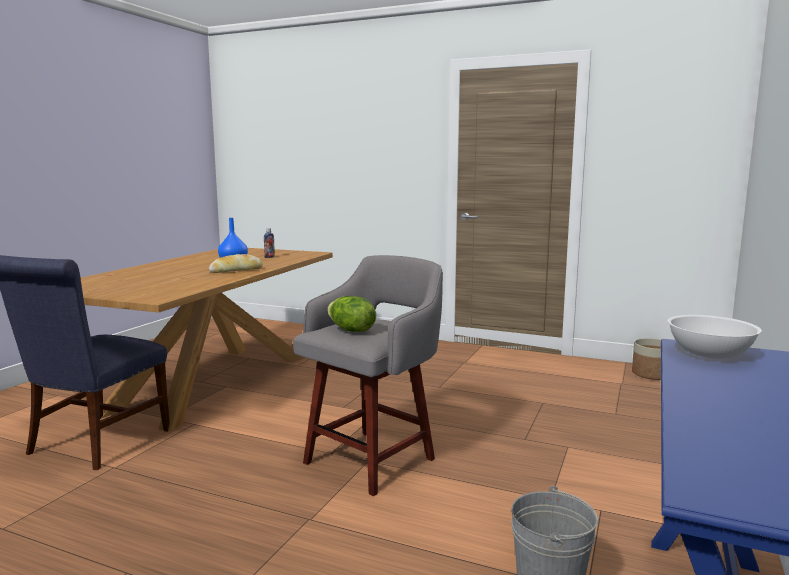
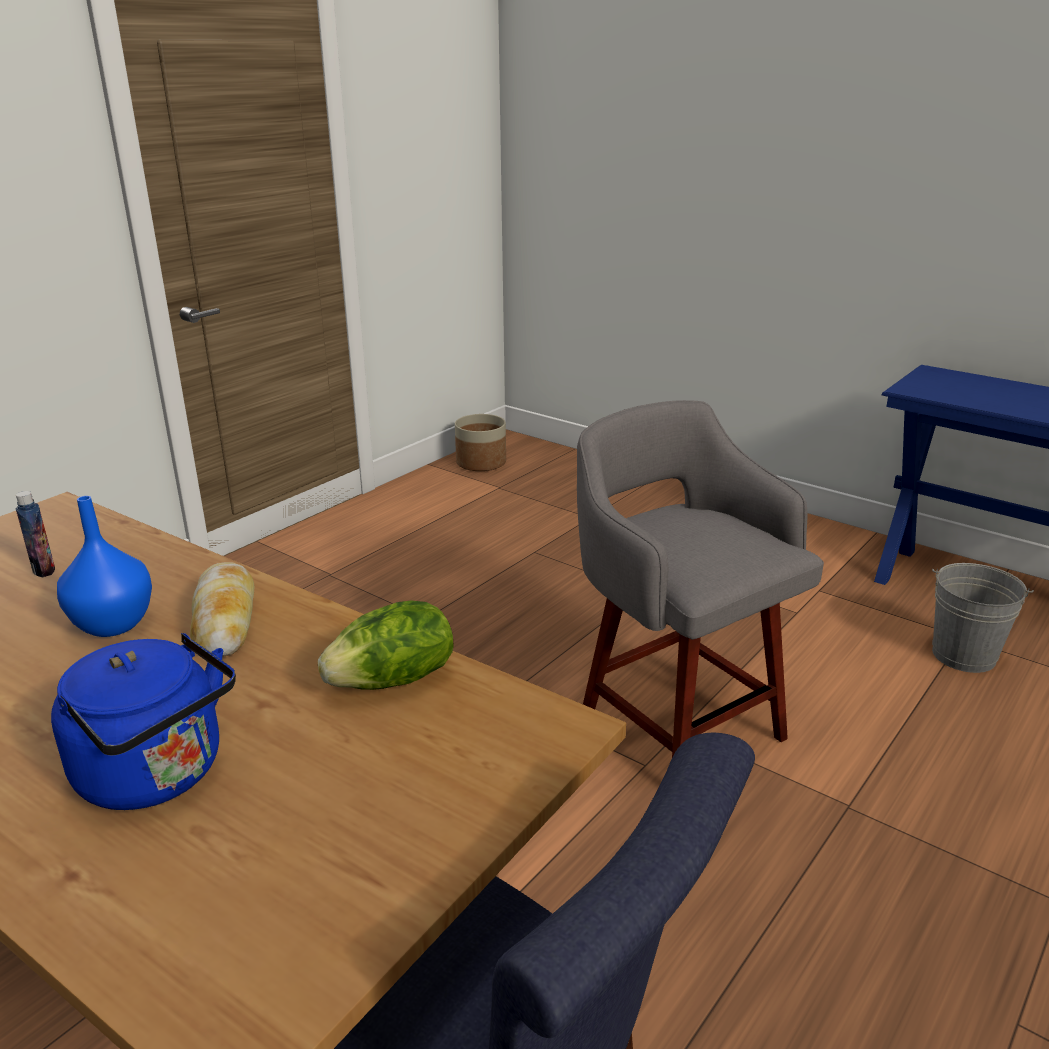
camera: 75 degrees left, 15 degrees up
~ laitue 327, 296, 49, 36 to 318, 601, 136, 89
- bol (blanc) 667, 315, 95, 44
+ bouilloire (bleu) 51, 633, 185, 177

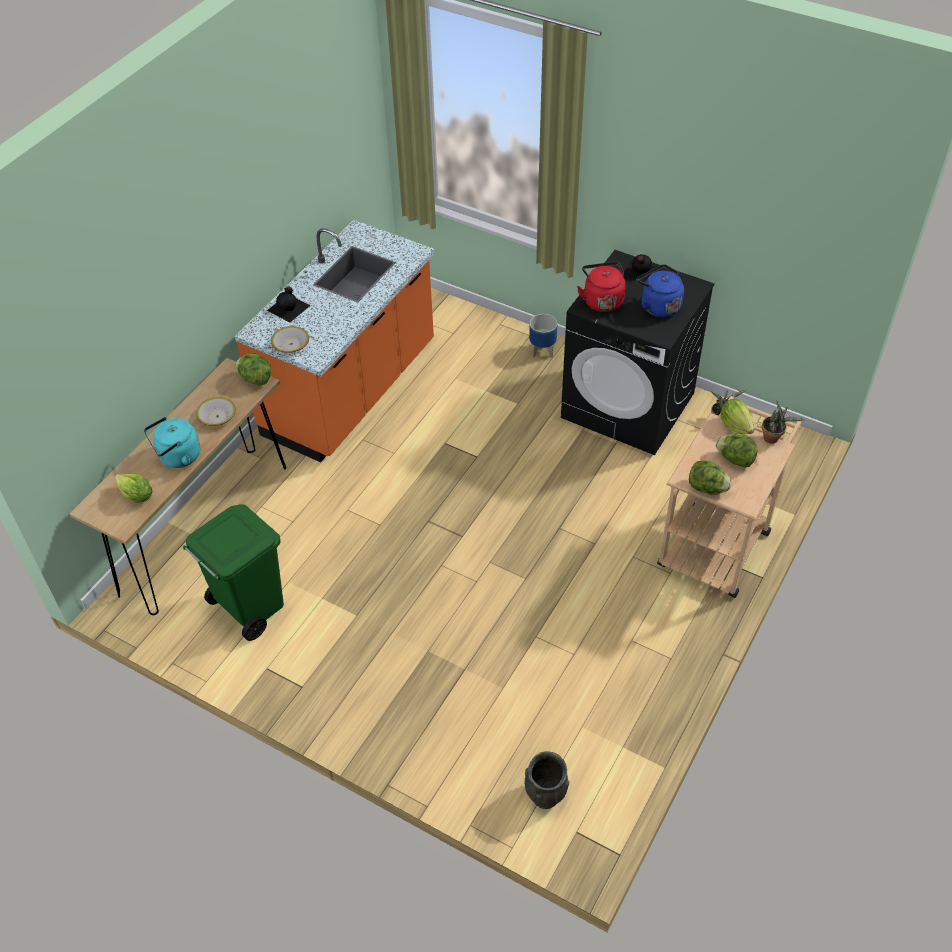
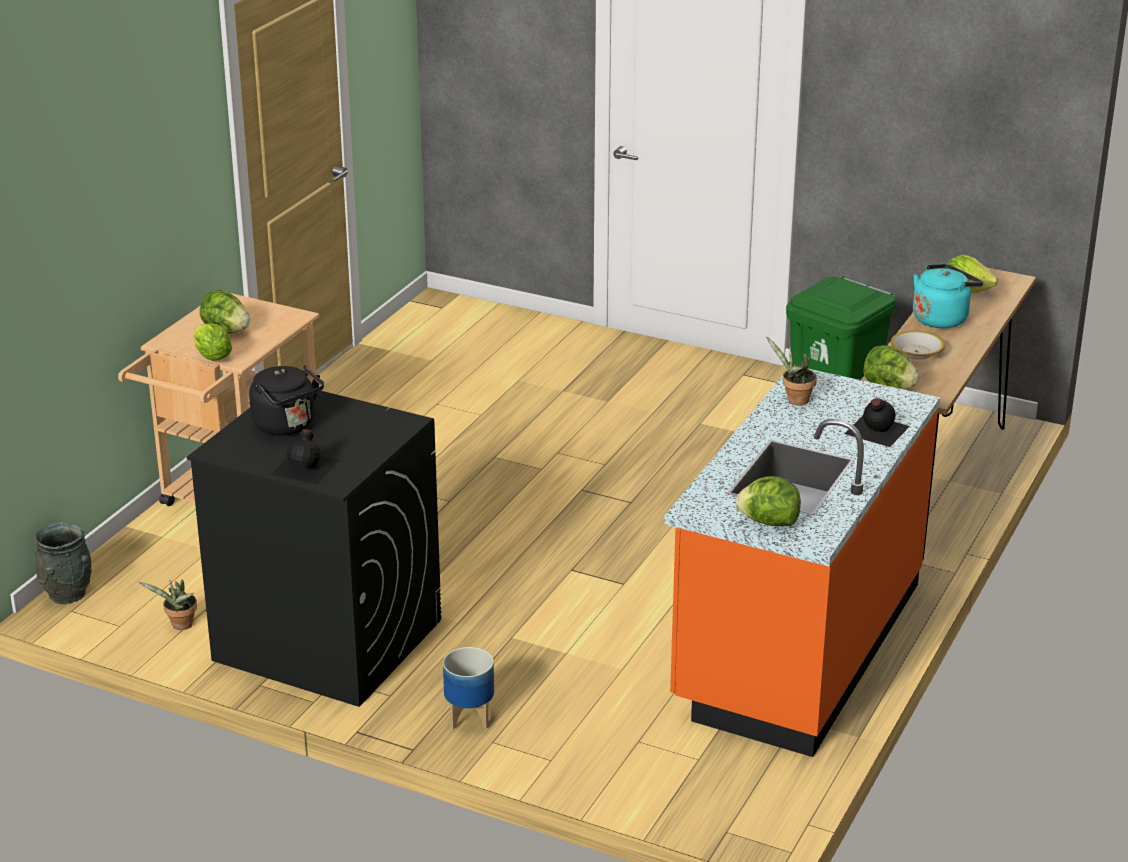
camera: 175 degrees right, 20 degrees down
- bol 271, 326, 38, 27
~ vase (gris) 525, 751, 44, 58 to 35, 522, 57, 82
- bouilloire (rouge) 577, 262, 49, 50
~ bouilloire (bleu) 636, 264, 48, 53 to bouilloire (noir) 249, 365, 75, 70
~ laitue 689, 461, 43, 34 to 736, 476, 65, 50
~ plante en pot 762, 401, 43, 43 to 766, 336, 51, 70

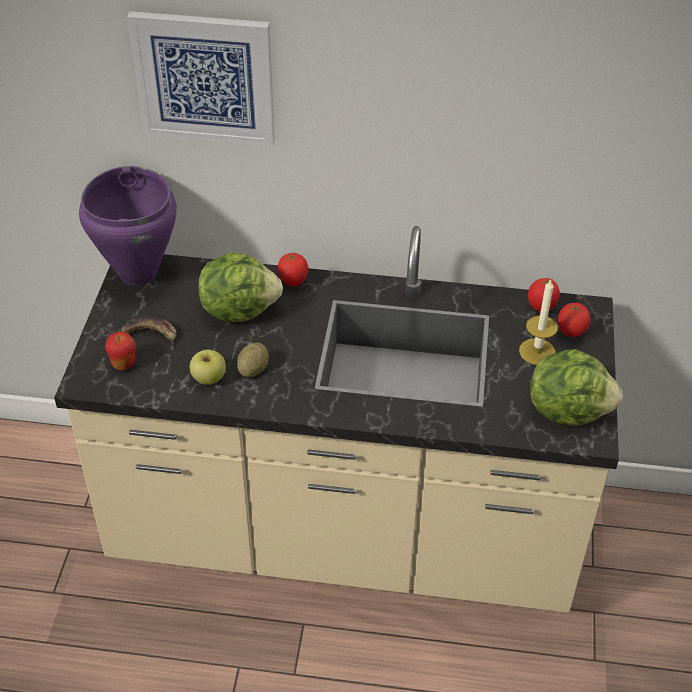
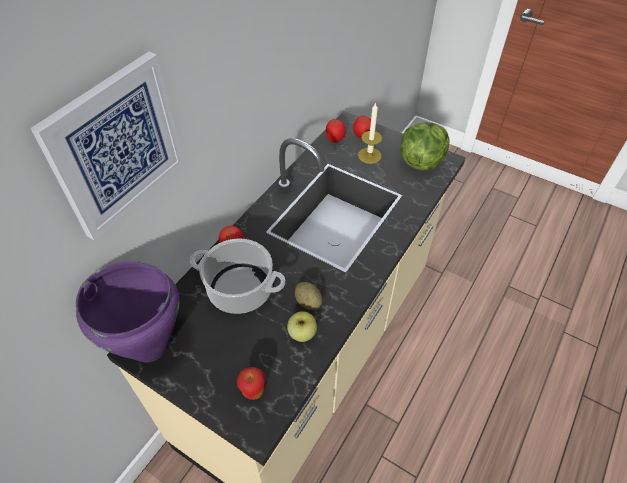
camera: 65 degrees left, 5 degrees up
- banane 120, 316, 57, 34
~ laitue 198, 252, 85, 70 to marmite 190, 238, 96, 76

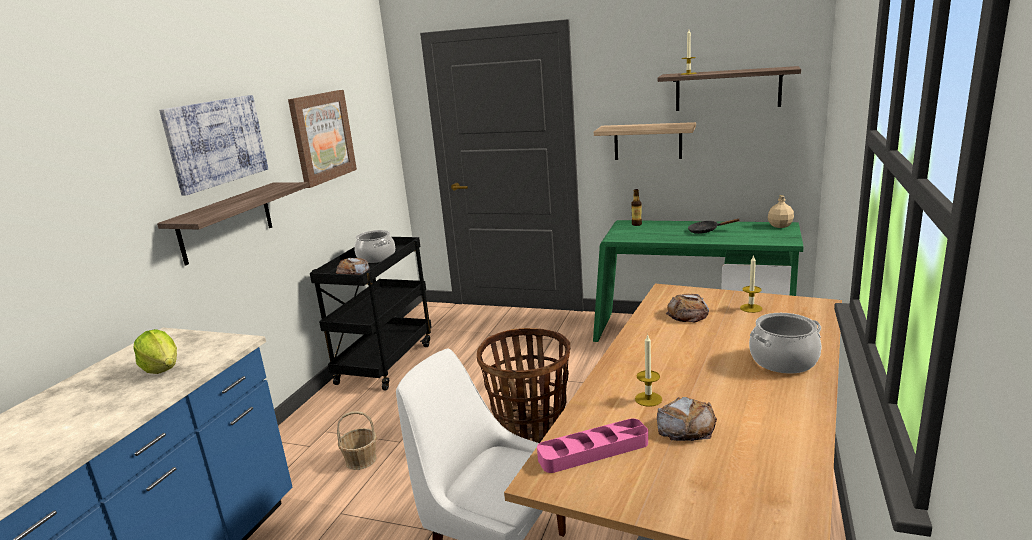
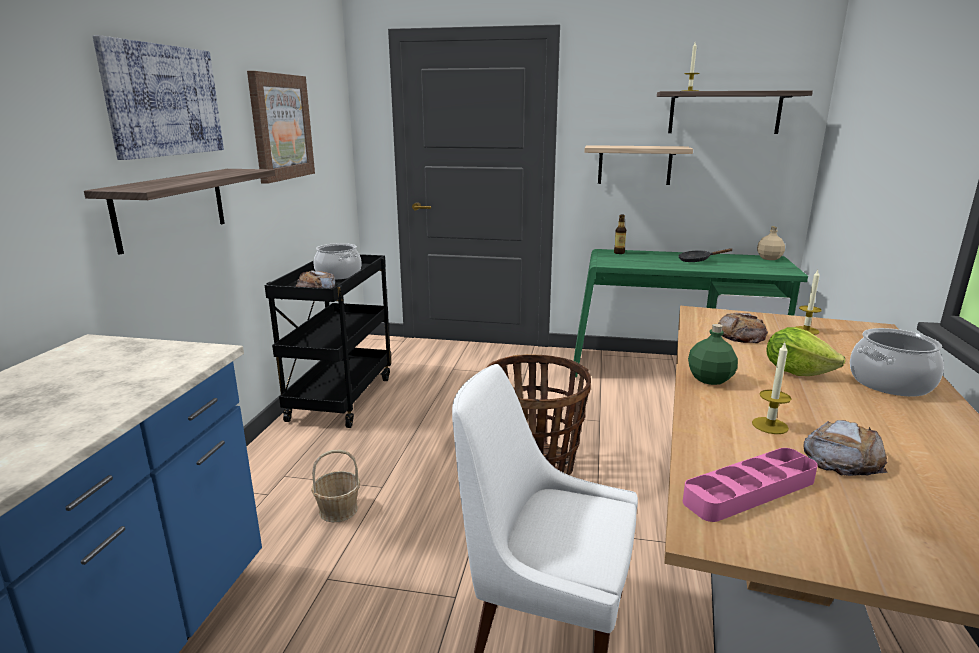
camera: 10 degrees left, 0 degrees up
~ laitue 133, 329, 44, 45 to 767, 327, 79, 49
+ bouteille (vert) 688, 324, 50, 61

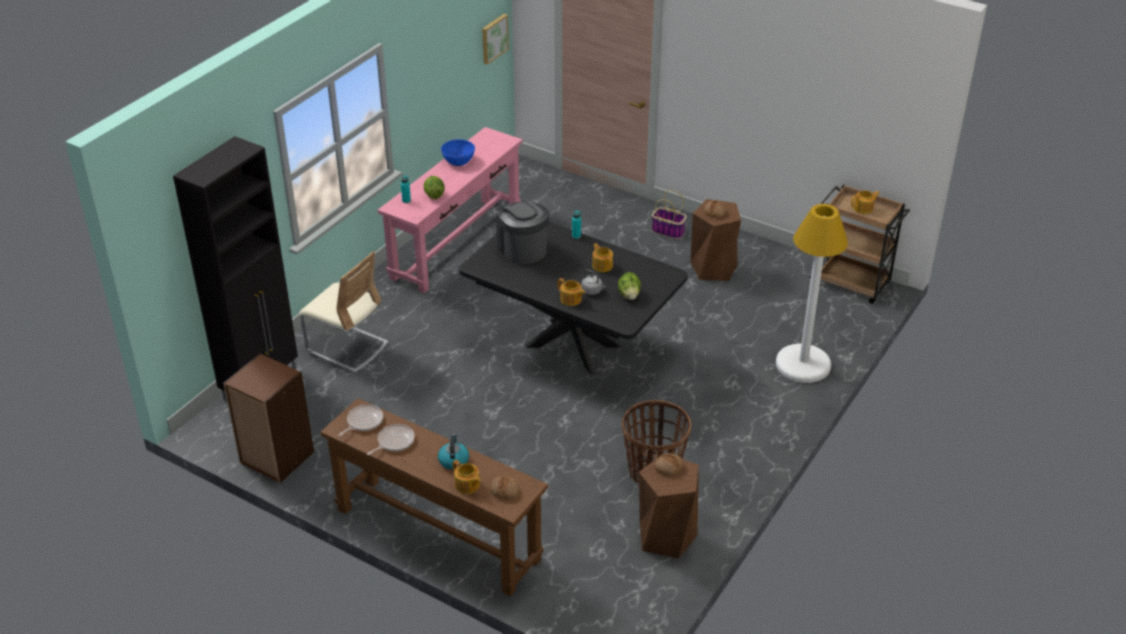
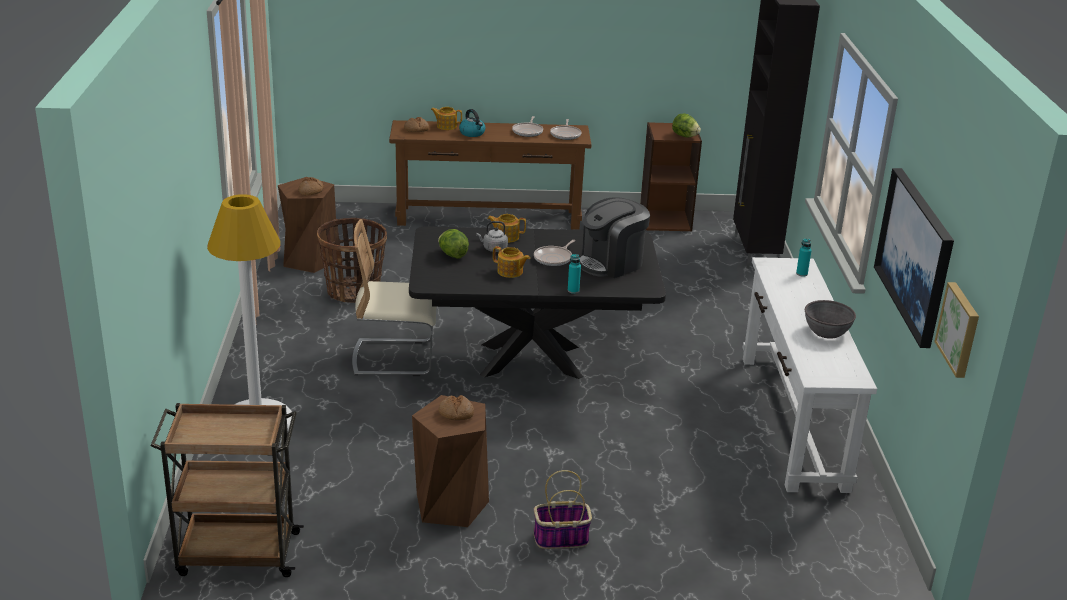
camera: 145 degrees right, 10 degrees down
~ chaise (beige) 299, 251, 90, 122 to 352, 219, 84, 157
~ table console (rose) 378, 127, 145, 166 to table console (blanc) 742, 257, 135, 236
~ laitue 424, 176, 21, 23 to 672, 114, 29, 23
~ bol (bleu) 441, 139, 34, 27 to bol (gris) 805, 300, 51, 39
~ machine à café 496, 202, 54, 62 = 579, 197, 71, 81 120 degrees clockwise
- théière 851, 190, 29, 24
+ poêle 534, 240, 41, 26
+ tableau 874, 168, 80, 180

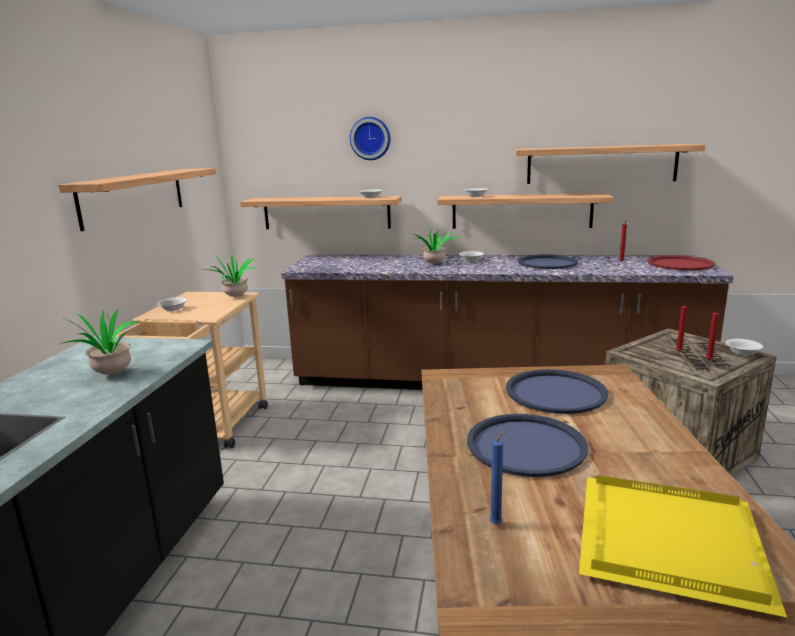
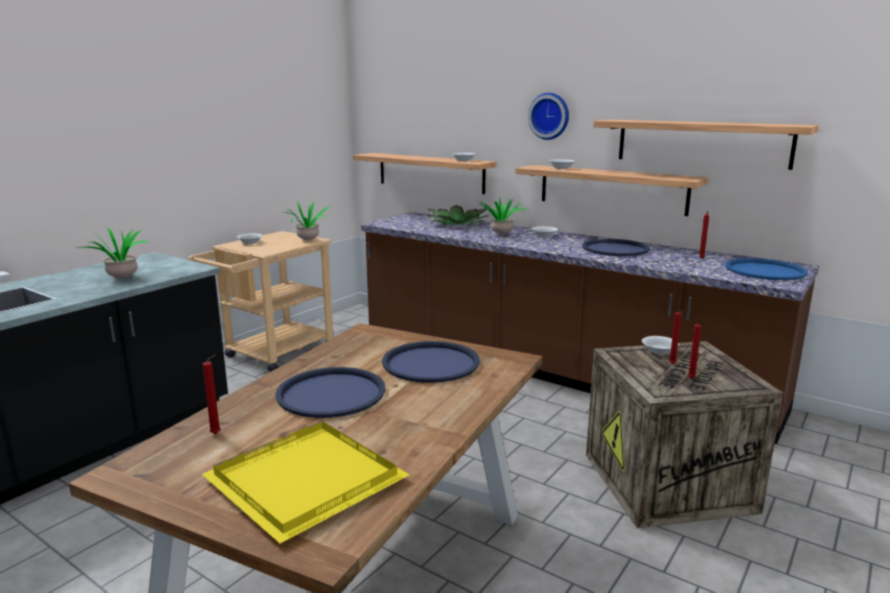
camera: 25 degrees right, 0 degrees up
- étagère 58, 168, 158, 63
~ horloge murale 350, 117, 40, 43 to 528, 93, 41, 47
~ bougie (bleu) 489, 430, 18, 94 to bougie (rouge) 202, 355, 19, 79
~ plateau (rouge) 648, 255, 67, 16 to plateau (bleu) 725, 258, 83, 22
~ bol (blanc) 725, 339, 38, 17 to 642, 336, 37, 19
+ plante en pot 426, 205, 64, 20

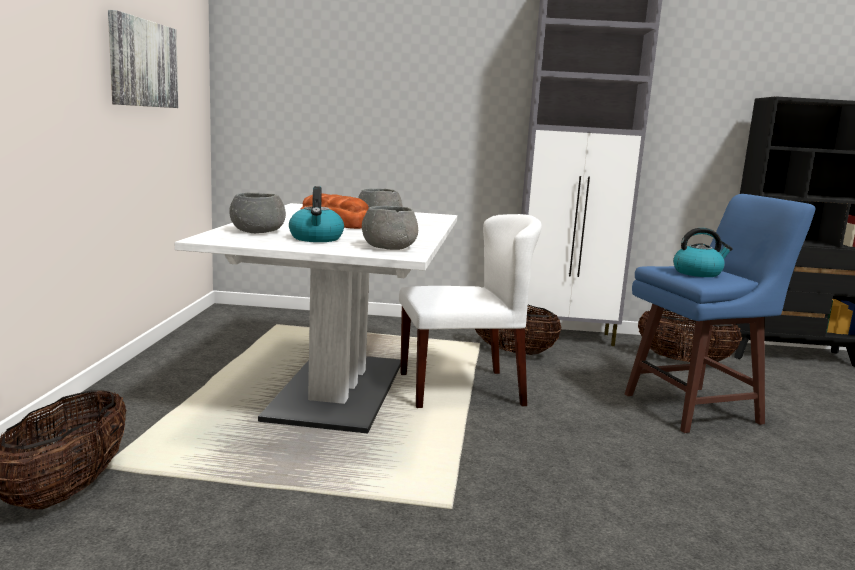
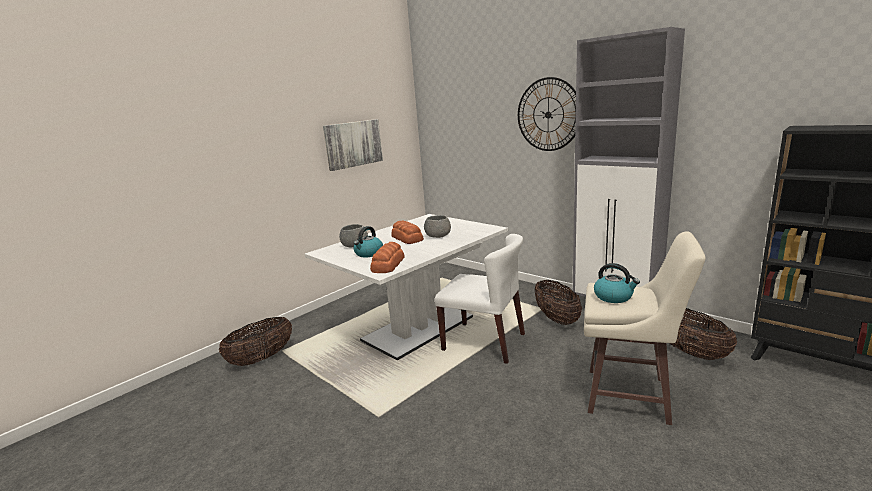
camera: 40 degrees right, 5 degrees up
~ bol (gris) 362, 206, 56, 44 to pain 370, 242, 35, 31
~ tabouret (bleu) 625, 194, 191, 239 to tabouret (beige) 584, 231, 122, 194
+ horloge murale 518, 77, 58, 74

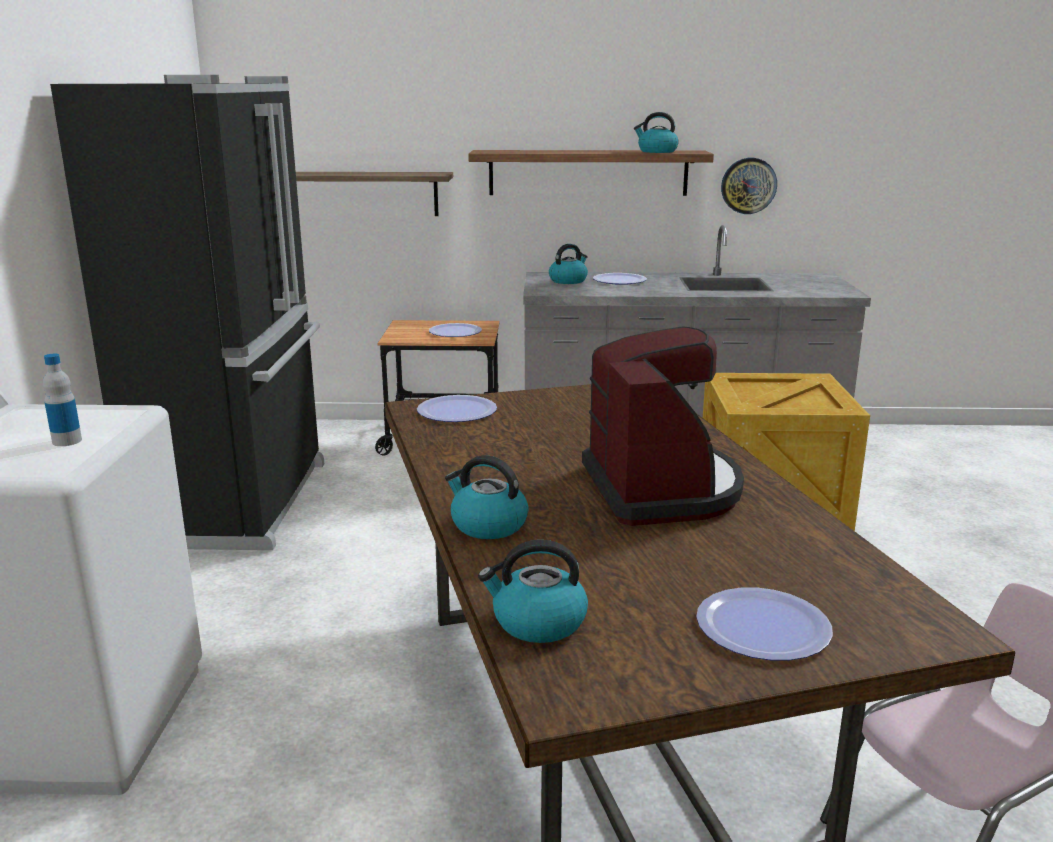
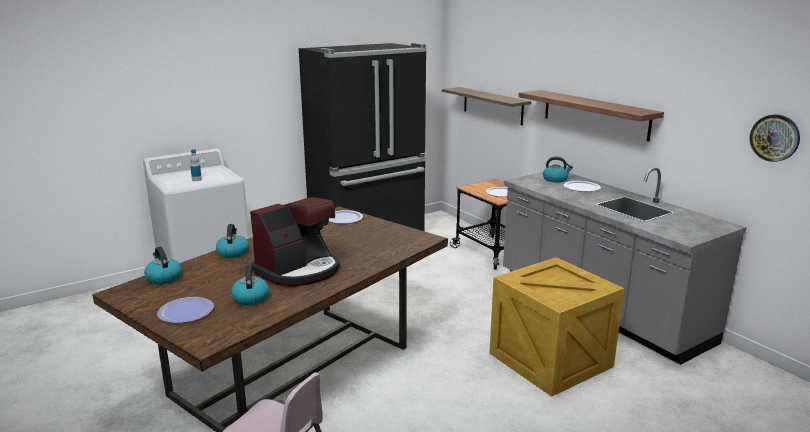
camera: 55 degrees right, 0 degrees up
~ bouilloire 634, 112, 45, 41 to 231, 265, 38, 40
~ horloge murale 721, 158, 56, 56 to 750, 114, 50, 48

